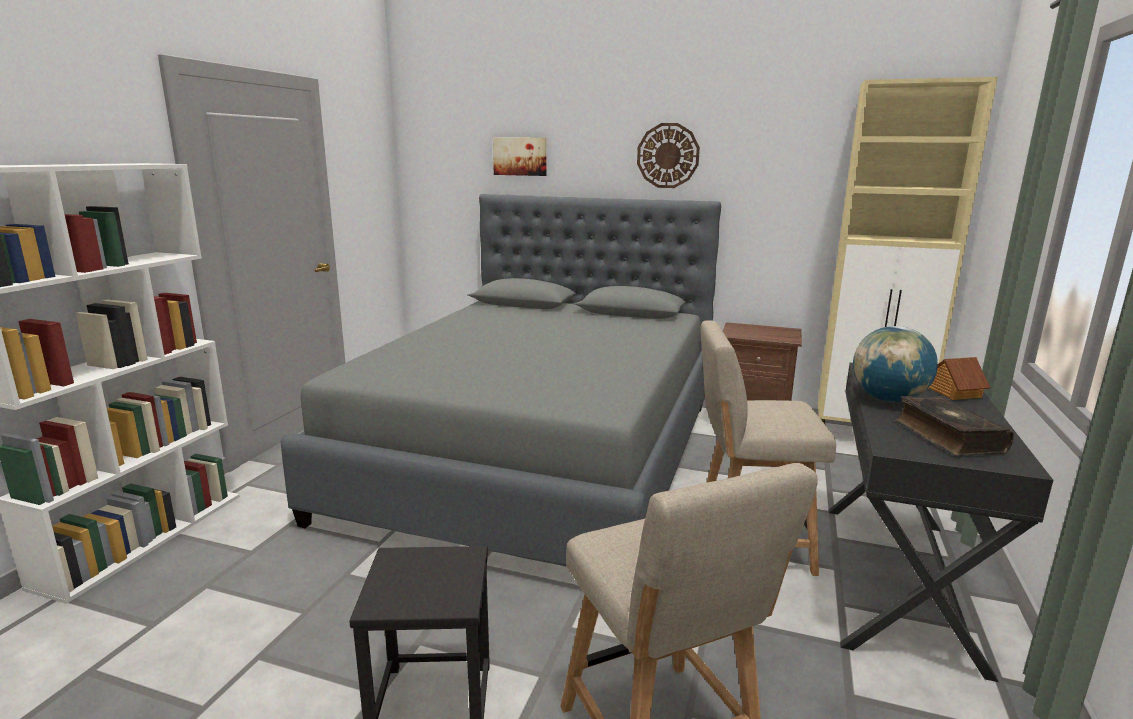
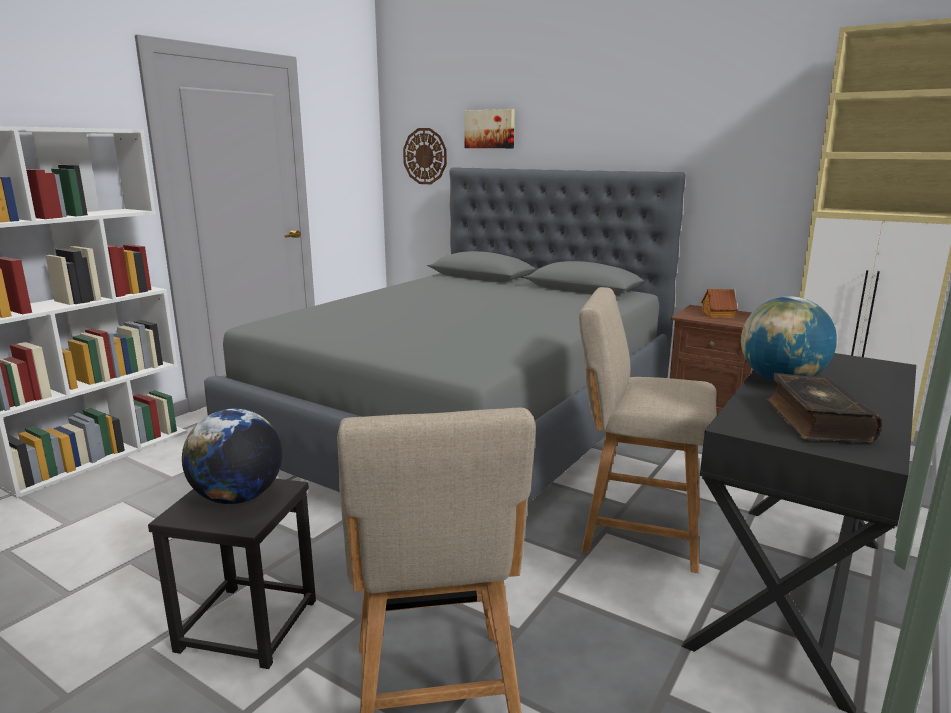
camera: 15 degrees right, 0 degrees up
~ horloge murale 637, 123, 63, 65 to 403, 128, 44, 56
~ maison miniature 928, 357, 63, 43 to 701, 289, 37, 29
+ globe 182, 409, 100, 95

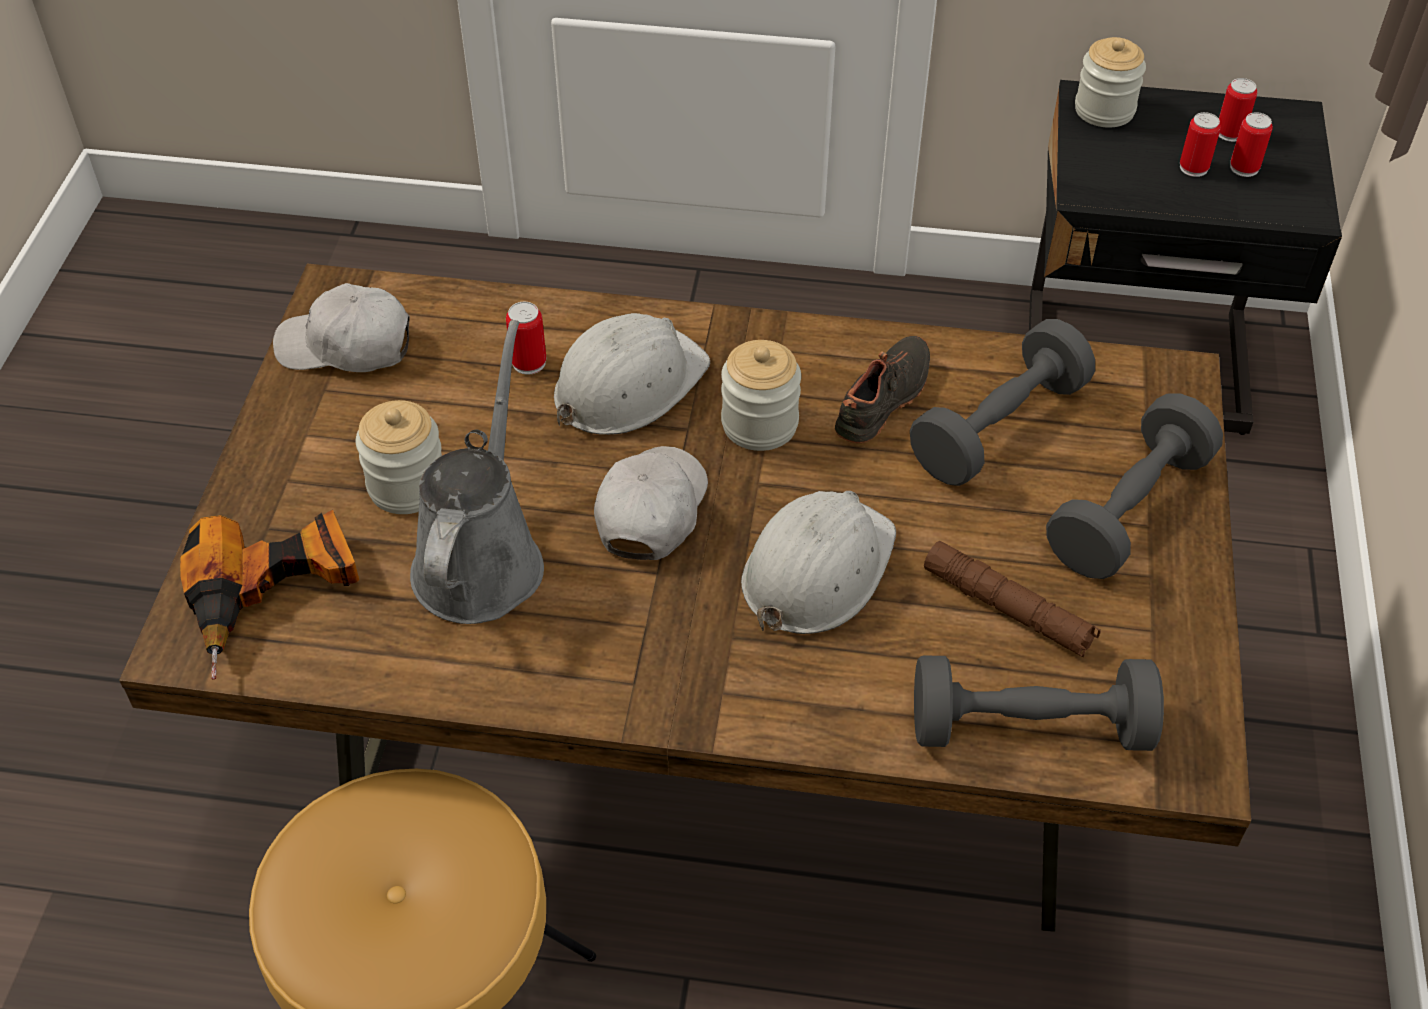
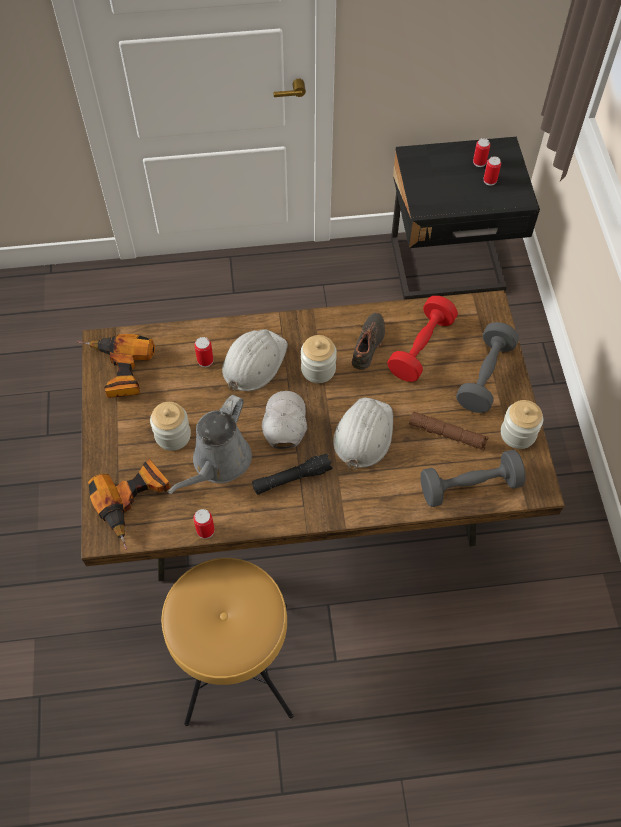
camera: 15 degrees left, 10 degrees up
~ casquette (blanc) 273, 283, 137, 89 to perceuse 77, 334, 78, 64
~ arrosoir (gris) 410, 320, 134, 304 = 168, 395, 84, 99 150 degrees counterclockwise
~ haltère (gris) 910, 319, 185, 167 to haltère (rouge) 387, 296, 71, 86
~ bocal 1075, 37, 71, 91 to 501, 400, 42, 49
~ boîte métallique 1180, 112, 41, 65 to 193, 509, 22, 30
+ lampe de poche (noir) 252, 454, 81, 41

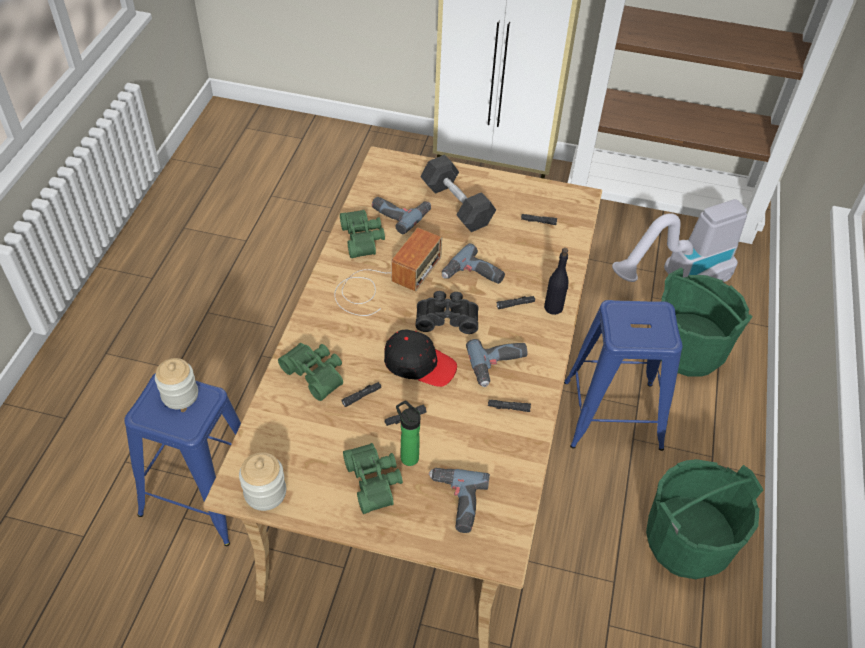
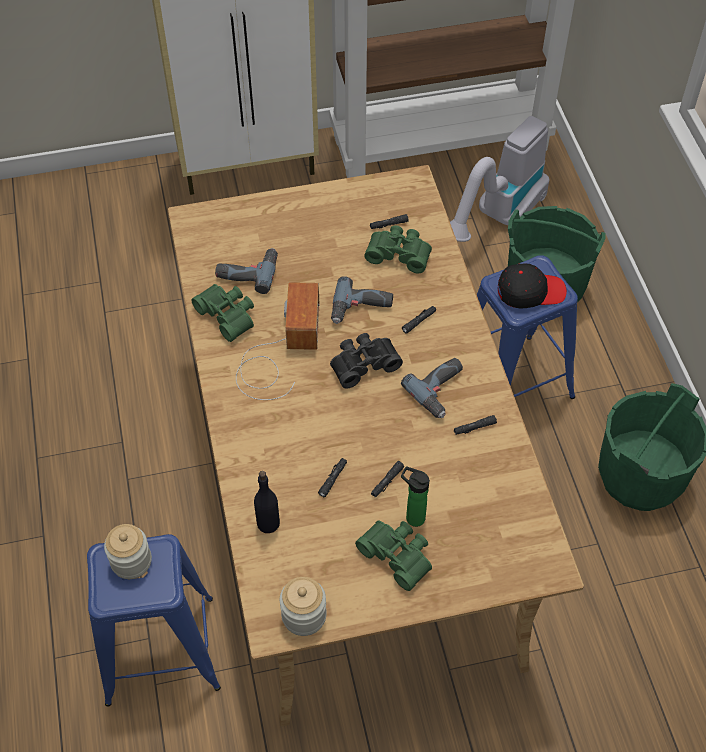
camera: 25 degrees left, 5 degrees up
~ jumelles (vert) 278, 343, 65, 58 to 364, 225, 68, 48
~ casquette (noir) 384, 330, 73, 57 to 498, 264, 69, 45
- haltère (noir) 420, 155, 76, 77
- perceuse 429, 468, 61, 65
~ bouteille (noir) 544, 248, 25, 67 to 254, 471, 26, 62

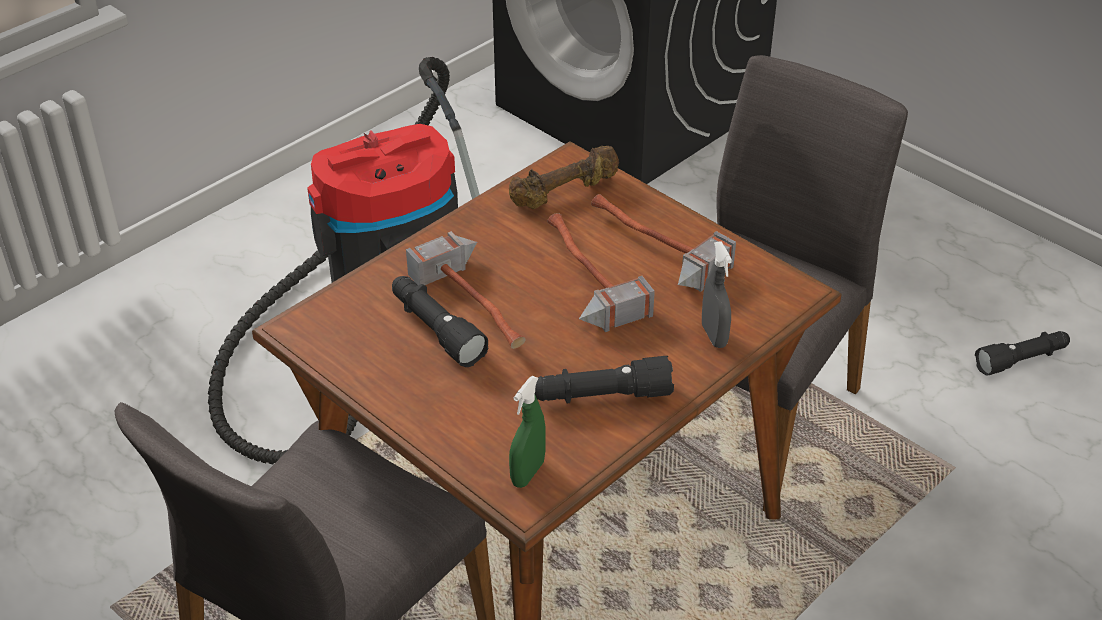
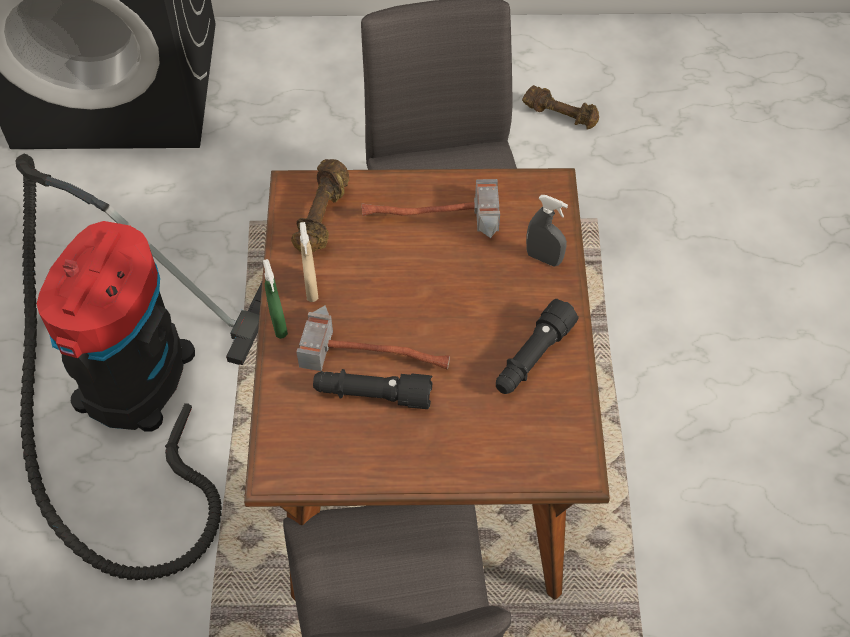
camera: 45 degrees left, 15 degrees up
~ vaporisateur (vert) 509, 376, 37, 112 to 263, 259, 25, 80
- marteau 548, 213, 107, 119
~ lampe de poche (noir) 975, 331, 95, 45 to haltère (marron) 522, 85, 77, 45
+ vaporisateur (beige) 300, 222, 18, 80

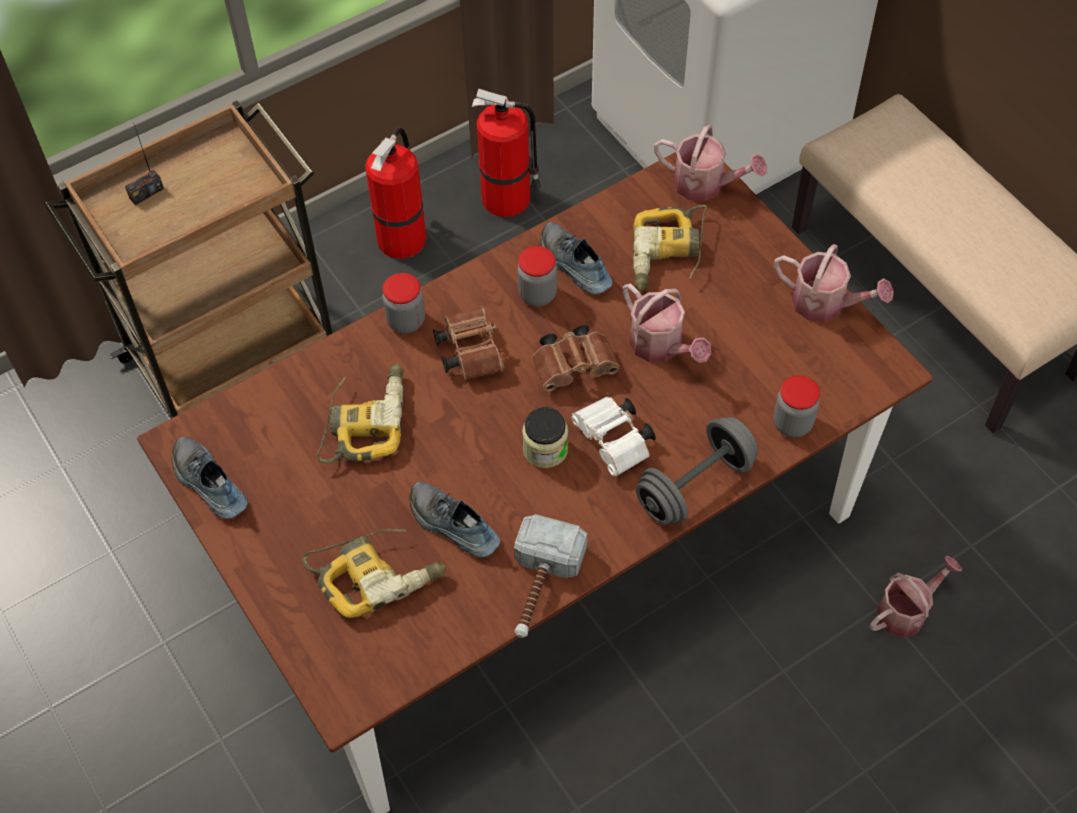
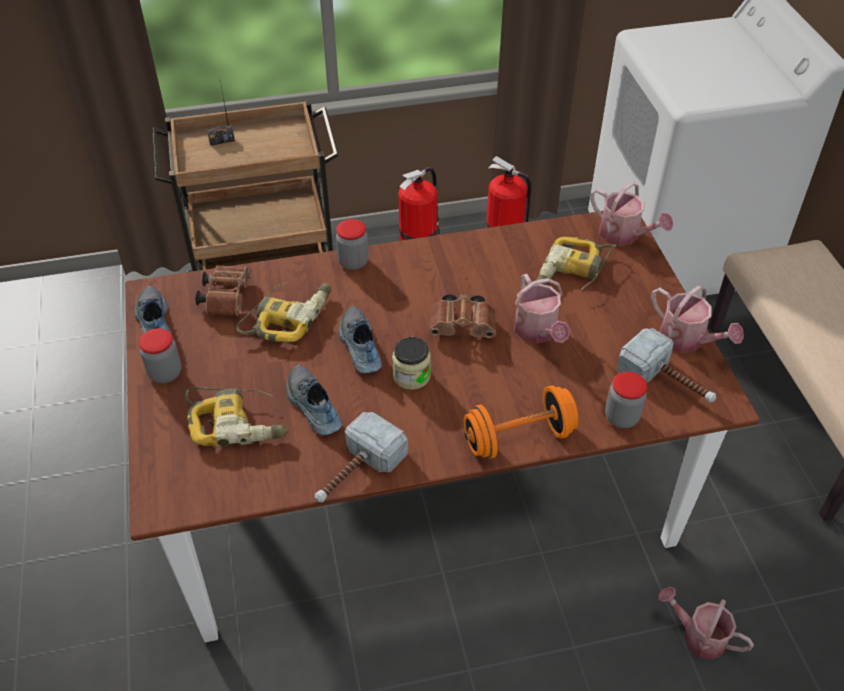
camera: 20 degrees right, 10 degrees down
~ jumelles (marron) 433, 306, 71, 74 to 196, 265, 56, 51
~ bocal 517, 246, 40, 60 to 139, 328, 42, 55
~ chaussure 540, 222, 73, 72 to 338, 306, 44, 67
- jumelles (blanc) 571, 396, 85, 80
~ haltère (gris) 636, 417, 122, 108 to haltère (orange) 464, 385, 115, 74
~ arrosoir 869, 555, 93, 82 = 658, 587, 96, 73 135 degrees counterclockwise
+ marteau 617, 328, 99, 75

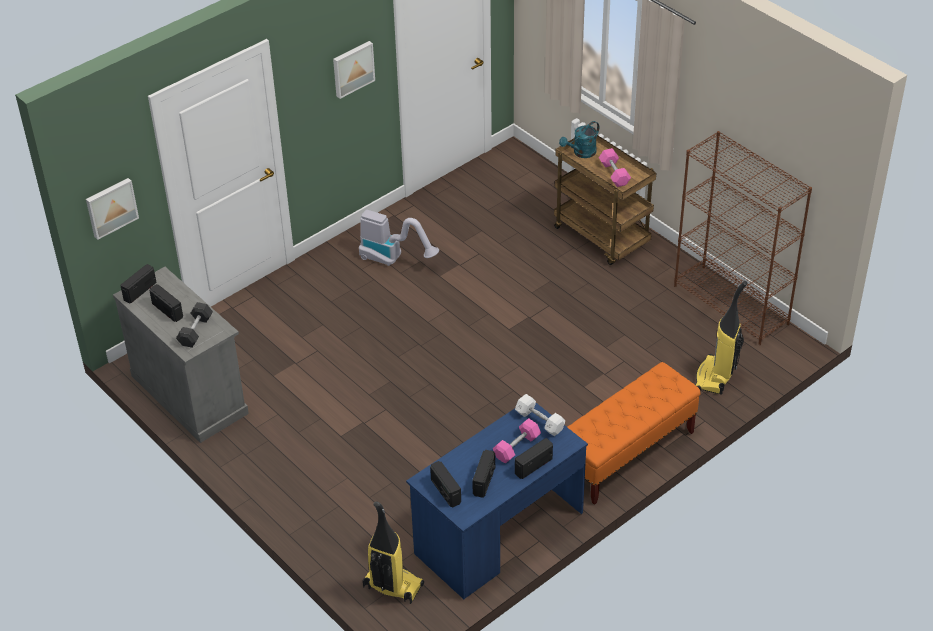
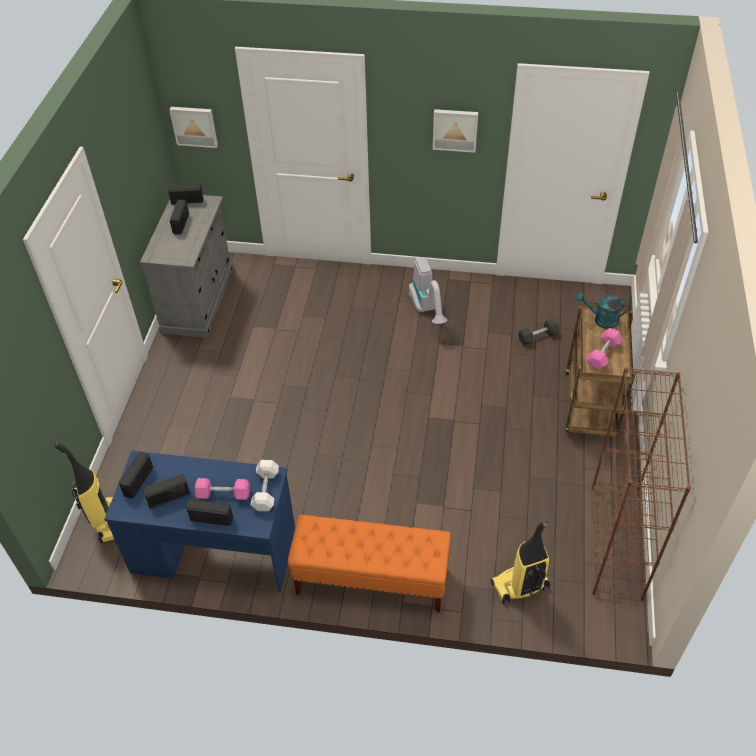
camera: 50 degrees right, 5 degrees up
~ haltère (gris) 176, 302, 37, 46 to 518, 318, 41, 27

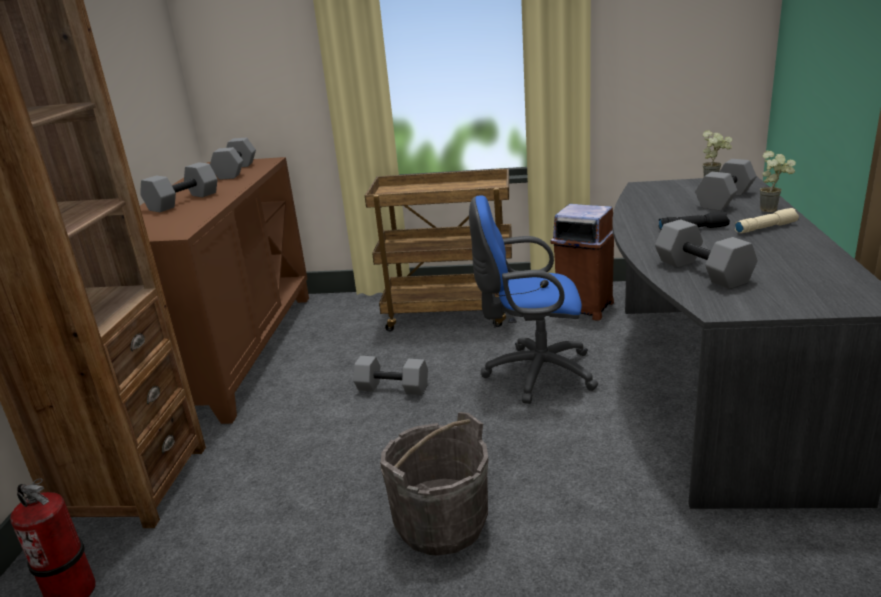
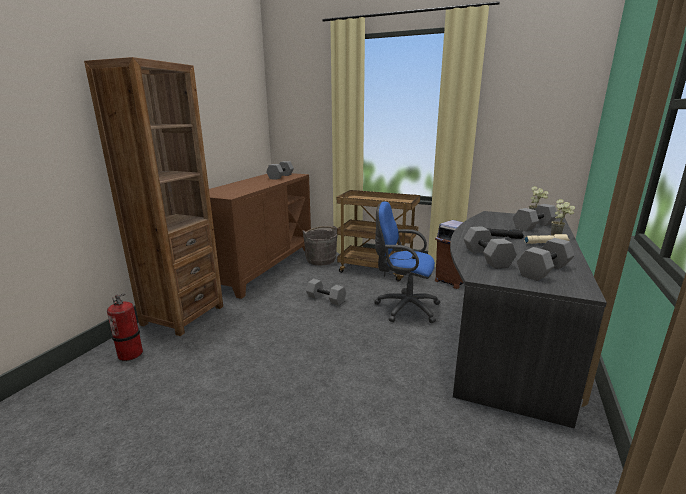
camera: 15 degrees right, 5 degrees down
~ haltère (gris) 140, 162, 78, 50 to 517, 238, 57, 43
~ seau (gris) 380, 412, 108, 144 to 303, 226, 34, 39

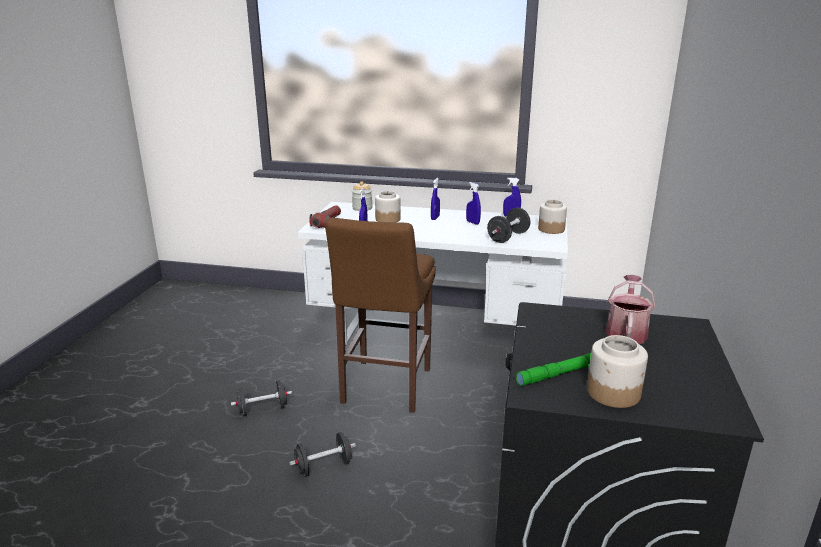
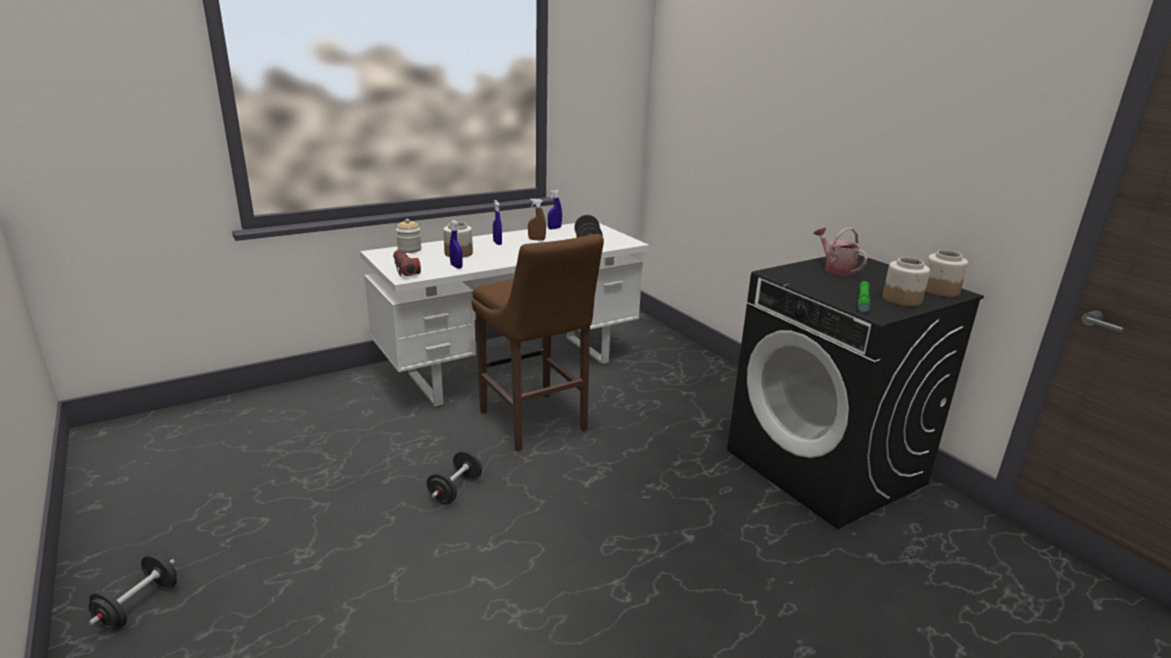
camera: 45 degrees left, 0 degrees up
~ haltère (noir) 289, 432, 67, 45 to 89, 554, 88, 76
~ vaporisateur (bleu) 466, 182, 15, 43 to vaporisateur (marron) 528, 198, 18, 43
~ bocal 538, 200, 29, 34 to 925, 250, 43, 47

